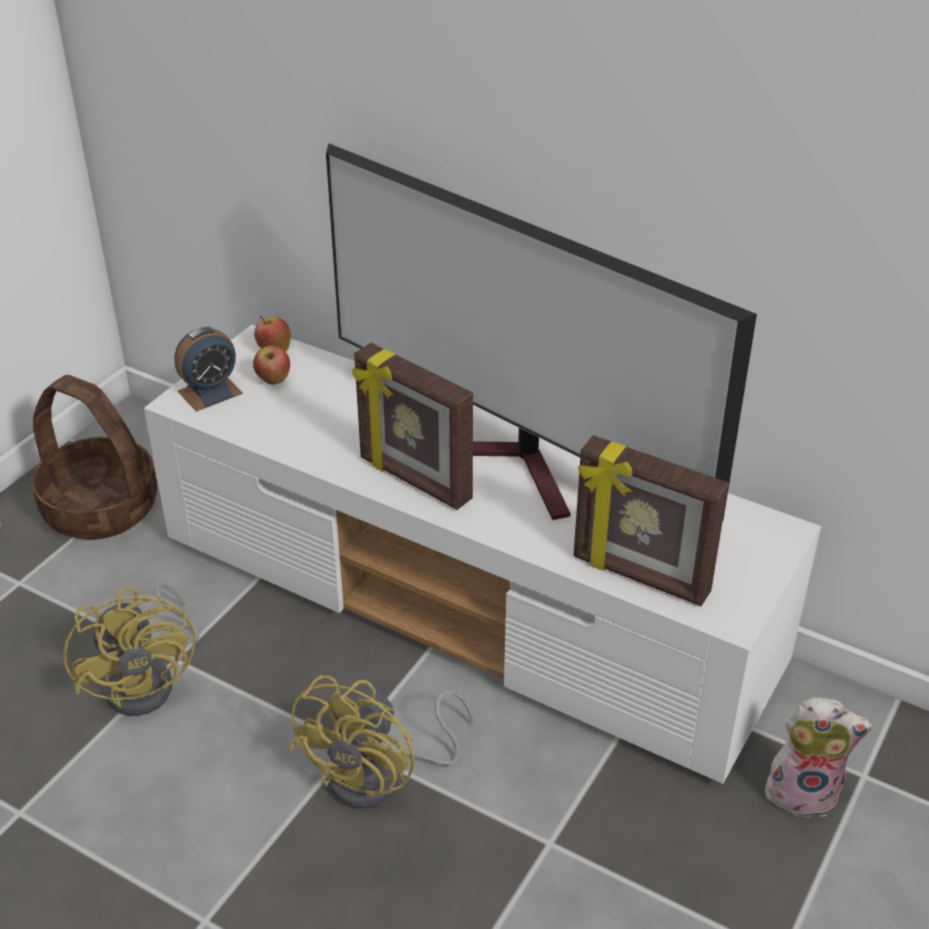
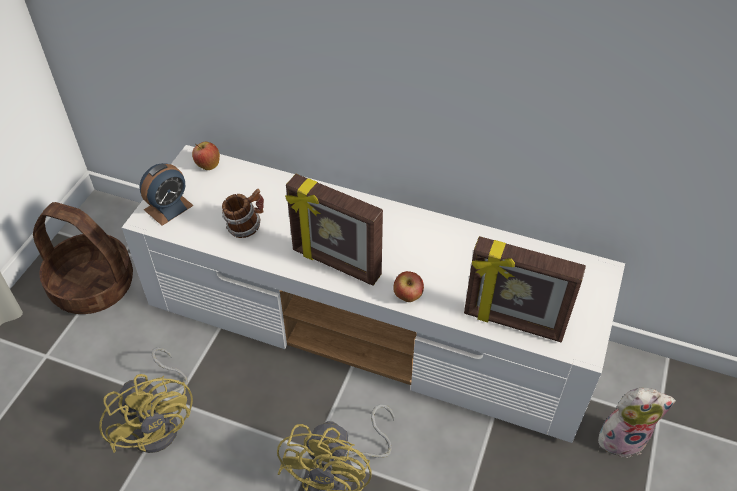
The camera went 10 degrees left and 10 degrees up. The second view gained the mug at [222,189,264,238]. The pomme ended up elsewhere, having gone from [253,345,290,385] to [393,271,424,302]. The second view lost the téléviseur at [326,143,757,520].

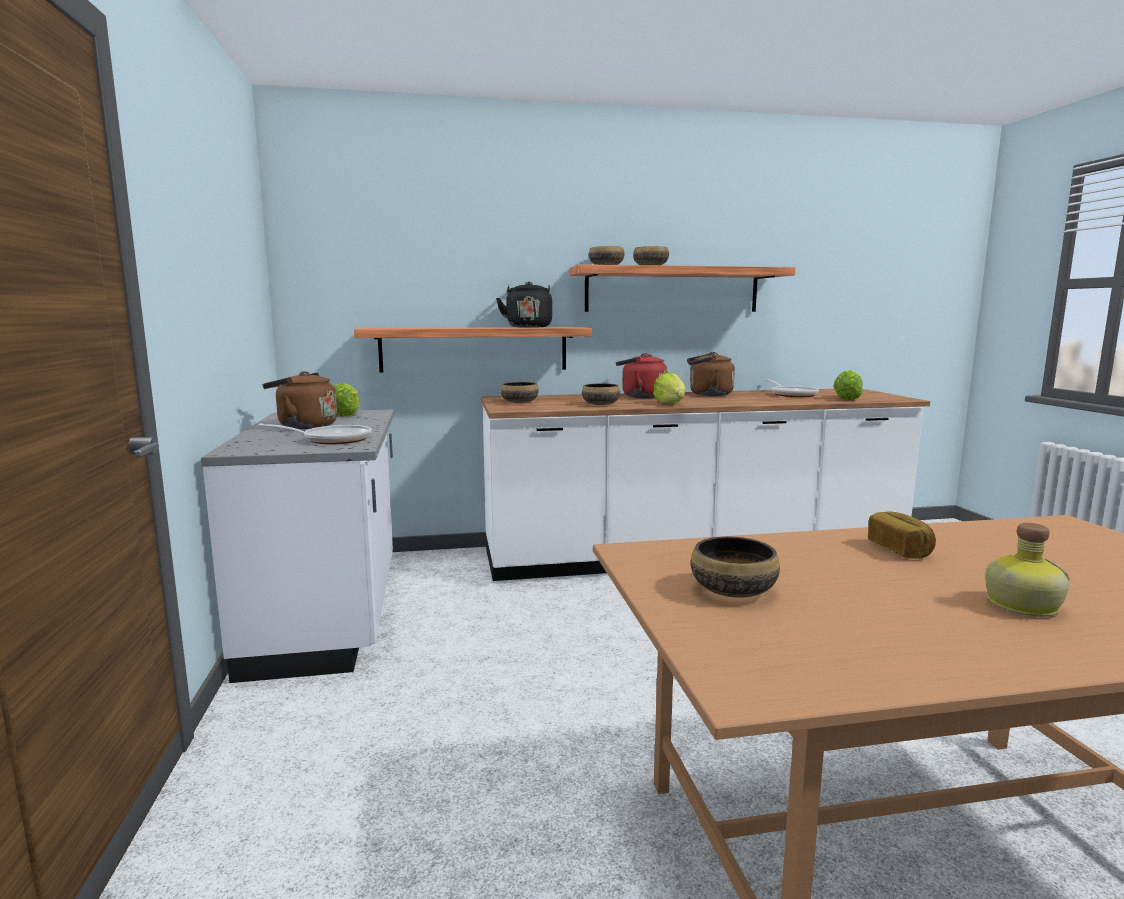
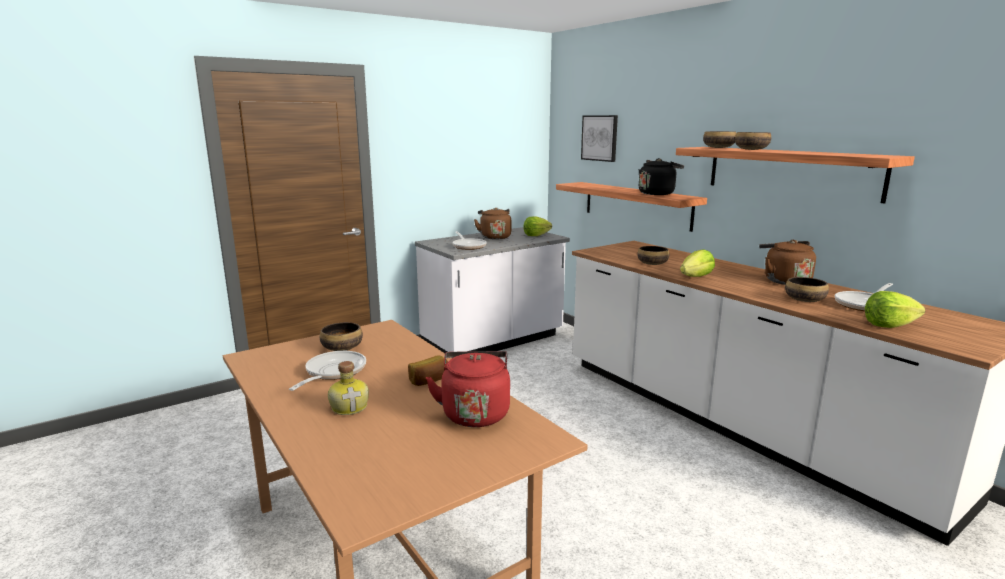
The camera went 65 degrees right and 5 degrees up. The second view gained the poêle at [289,351,366,391]. The bouilloire (rouge) ended up elsewhere, having gone from [616,353,668,398] to [426,351,510,427]. The second view gained the tableau at [581,115,618,162]. The bol ended up elsewhere, having gone from [501,382,539,403] to [785,277,829,302].

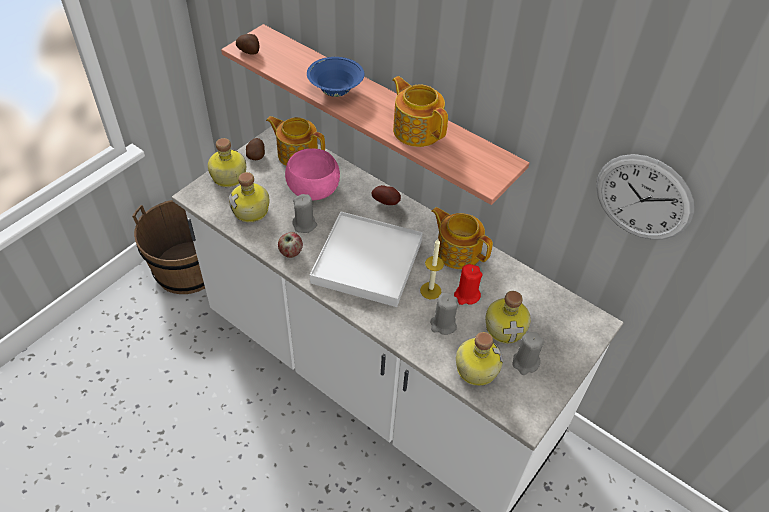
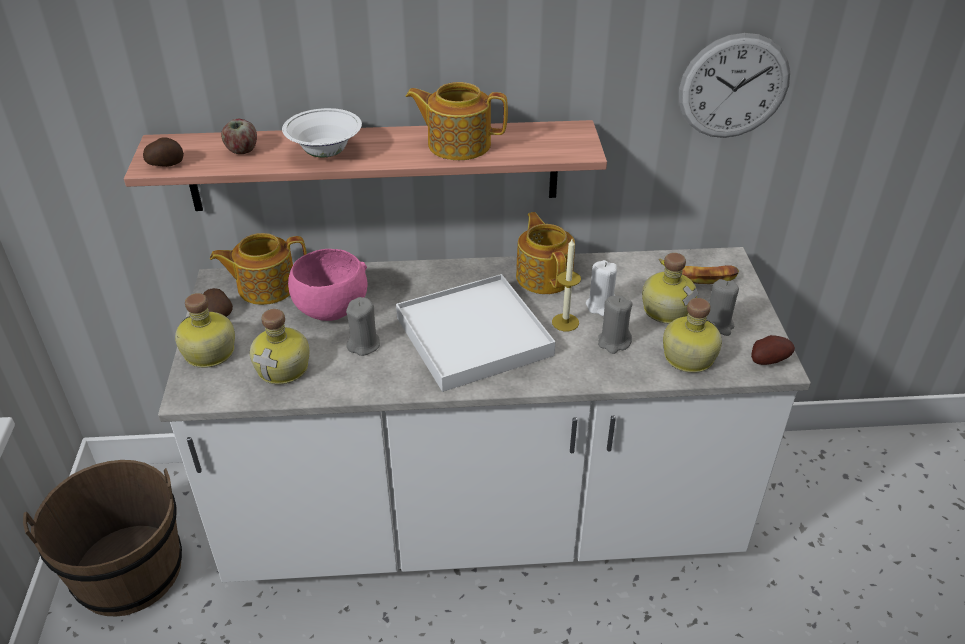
The camera went 40 degrees left and 10 degrees down. The pomme ended up elsewhere, having gone from [278,232,303,258] to [221,119,257,154]. What was the bol (bleu) at [307,57,364,97] turned into the bol (blanc) at [282,108,362,158]. The théière at [431,207,493,269] ended up facing another way, 75 degrees clockwise from before. What was the bougie (rouge) at [454,264,482,305] turned into the bougie (blanc) at [586,260,617,317]. The second view gained the banane at [659,258,739,284]. The pomme de terre ended up elsewhere, having gone from [371,185,401,205] to [751,335,795,365].

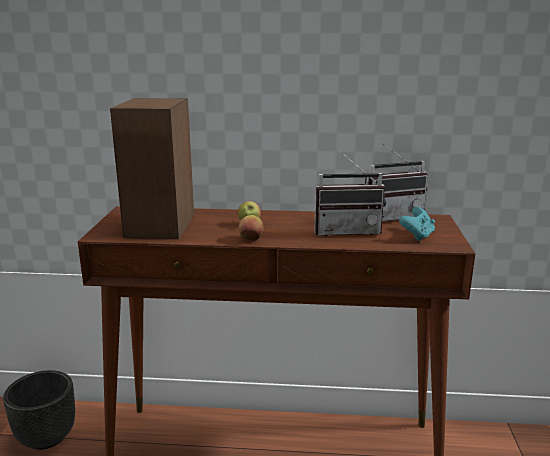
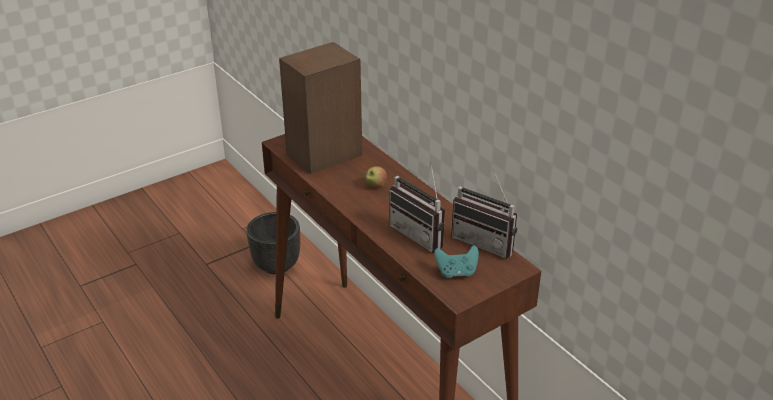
The camera went 50 degrees right and 15 degrees up. The second view lost the pomme at [238,215,263,240].

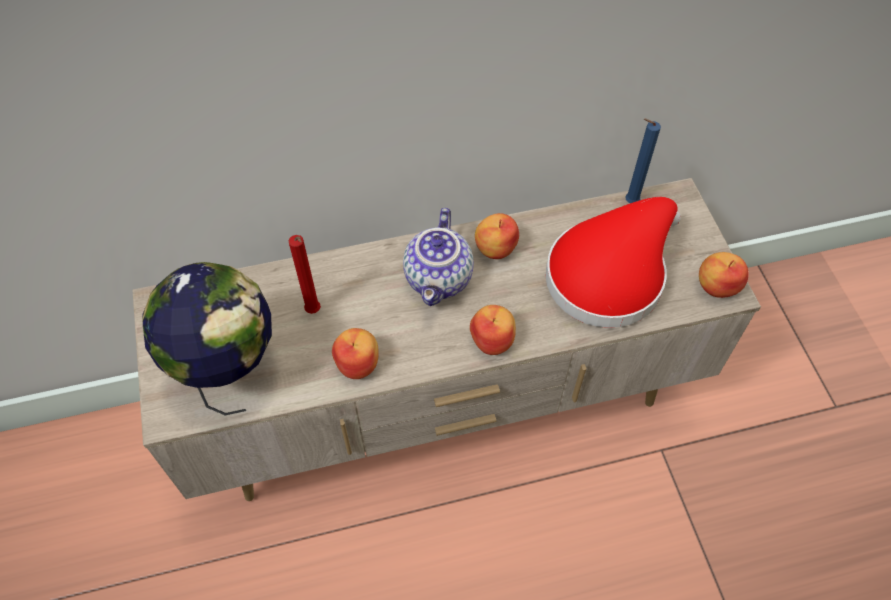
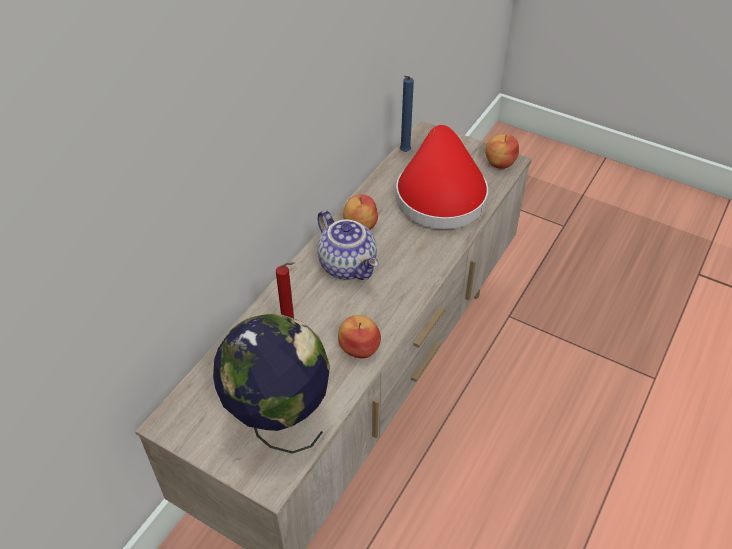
The camera went 45 degrees left and 10 degrees down. The second view lost the pomme at [470,305,516,355].

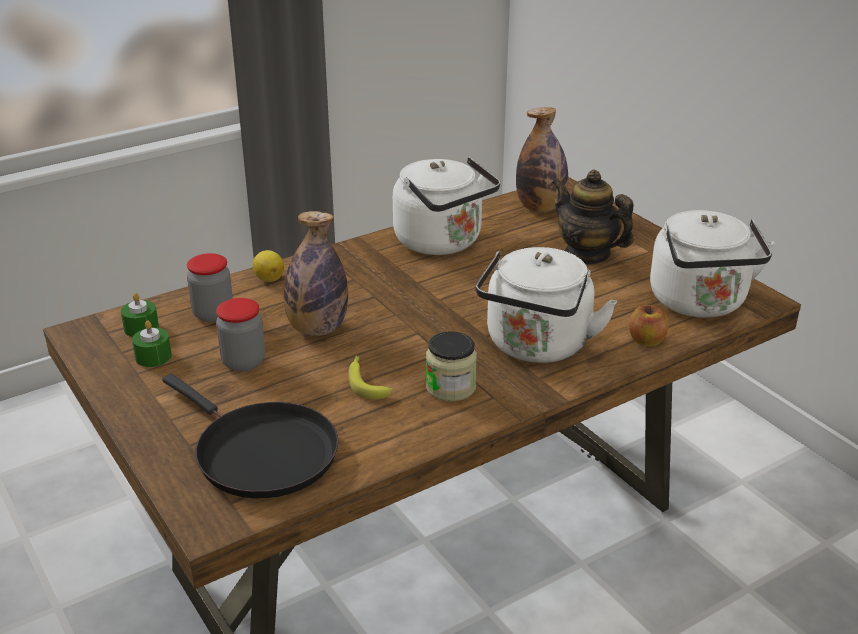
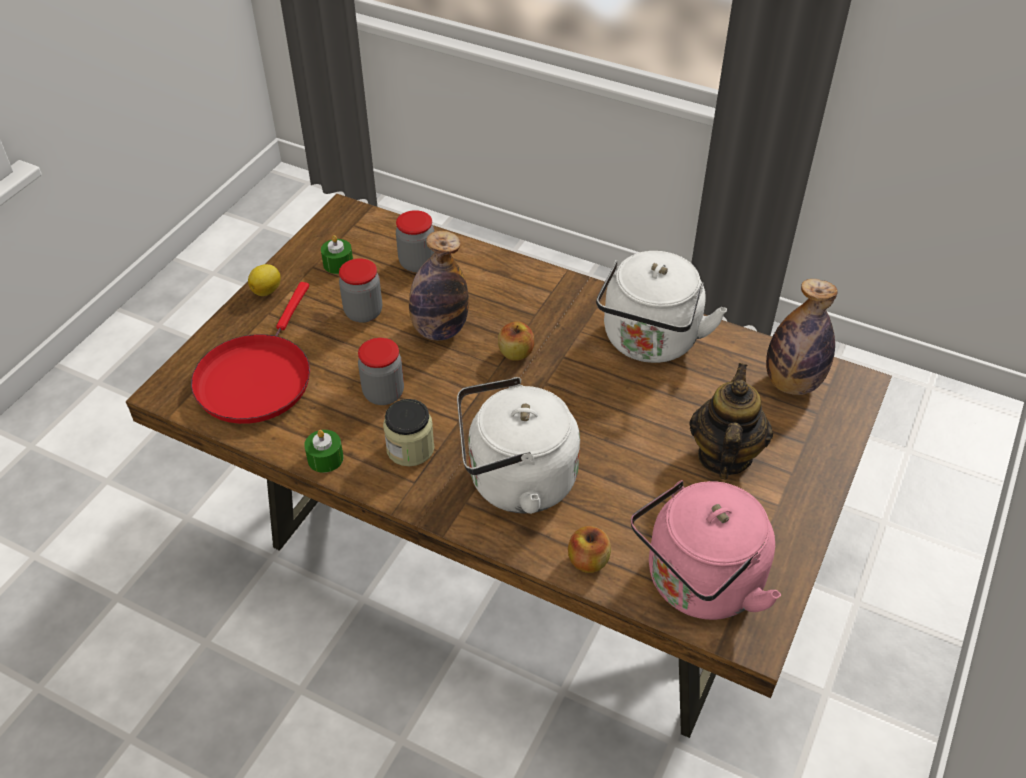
The camera went 60 degrees right and 15 degrees up. What was the poêle (noir) at [162,374,338,498] turned into the poêle (rouge) at [191,282,310,424]. The citron ended up elsewhere, having gone from [253,250,284,282] to [248,264,281,296]. The bougie (vert) ended up elsewhere, having gone from [121,293,159,337] to [304,430,344,473]. Where the banane stood at [348,355,393,399], the bocal came to stand at [358,338,404,405]. The second view gained the pomme at [498,321,534,361]. What was the bouilloire (blanc) at [650,210,775,318] turned into the bouilloire (rose) at [631,480,781,620].

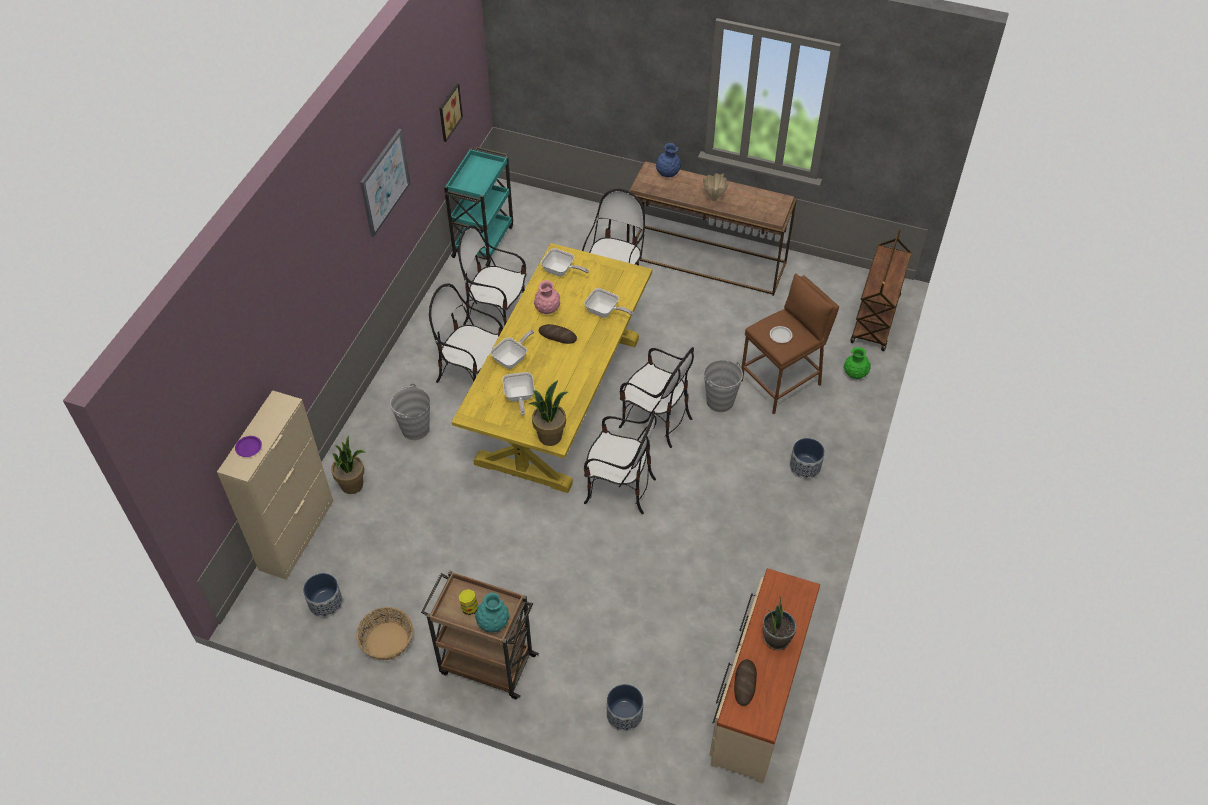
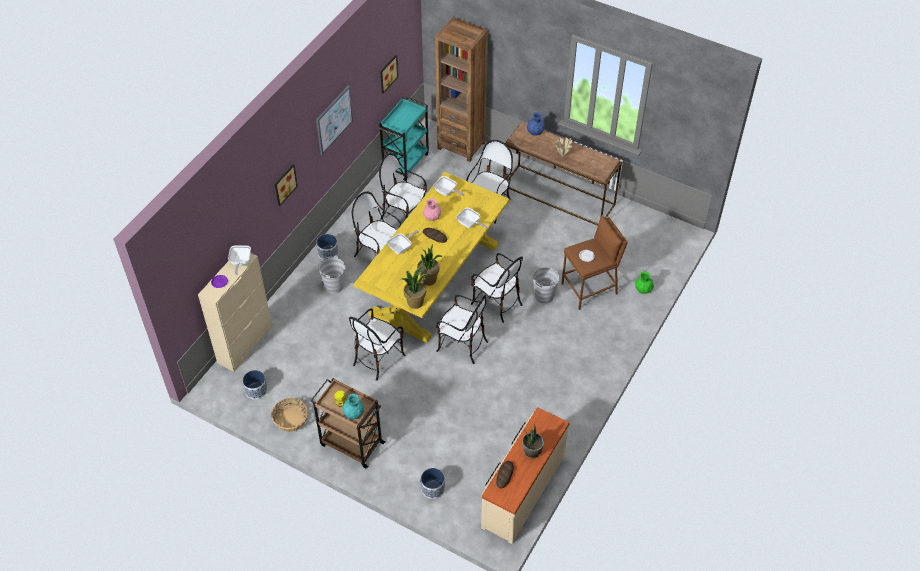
The camera went 10 degrees right and 0 degrees up. The poêle ended up elsewhere, having gone from [502,372,535,415] to [228,245,251,275]. The second view gained the tableau at [275,165,298,206]. The cache-pot ended up elsewhere, having gone from [790,438,825,479] to [316,234,338,260]. The second view gained the chaise at [349,308,406,381]. The plante en pot ended up elsewhere, having gone from [331,435,365,494] to [417,244,442,286]. The second view gained the bibliothèque (marron) at [435,17,488,162]. The second view lost the chariot (marron) at [851,229,912,351].

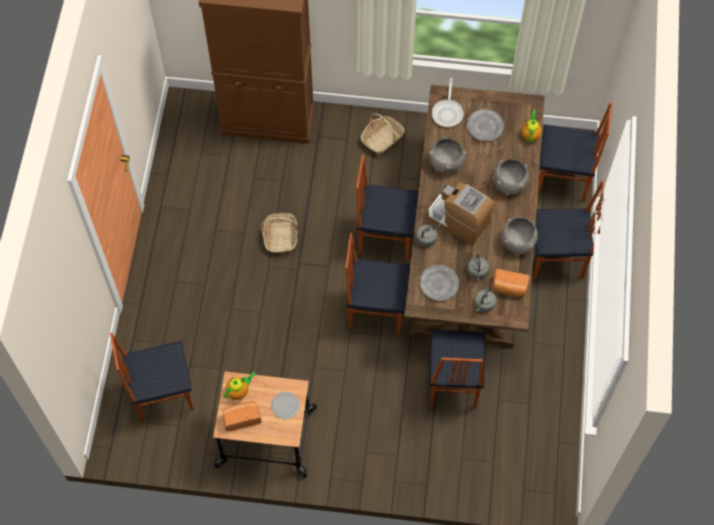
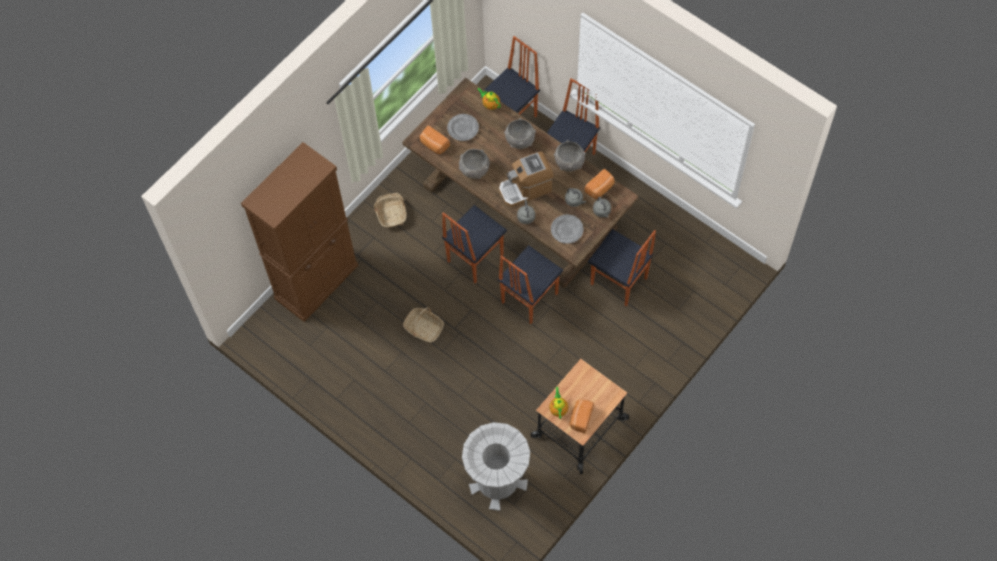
The camera went 55 degrees left and 0 degrees up. Where the poêle stood at [432,78,463,127], the pain came to stand at [420,125,450,154]. Where the chaise stood at [110,332,193,422], the poubelle (gris) came to stand at [462,422,530,511]. The second view lost the assiette at [271,392,300,419].

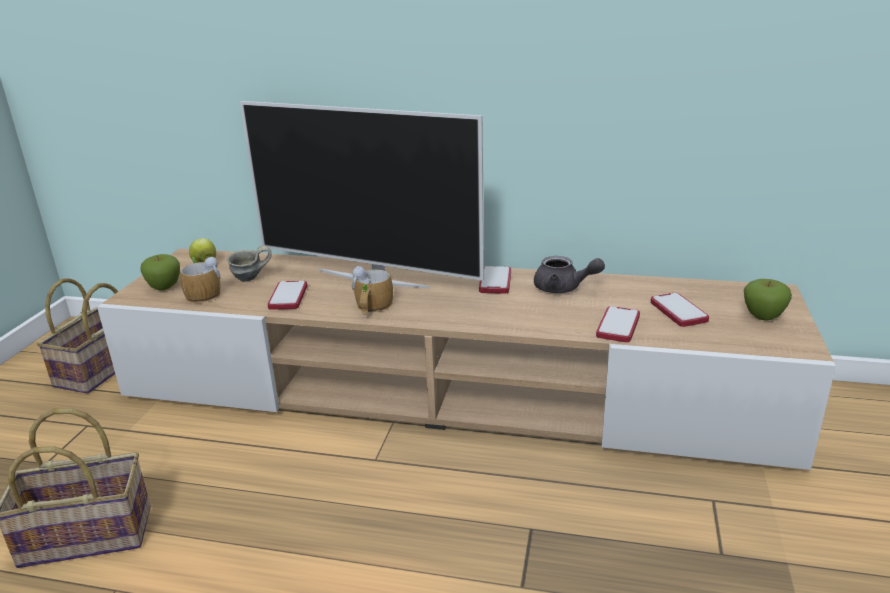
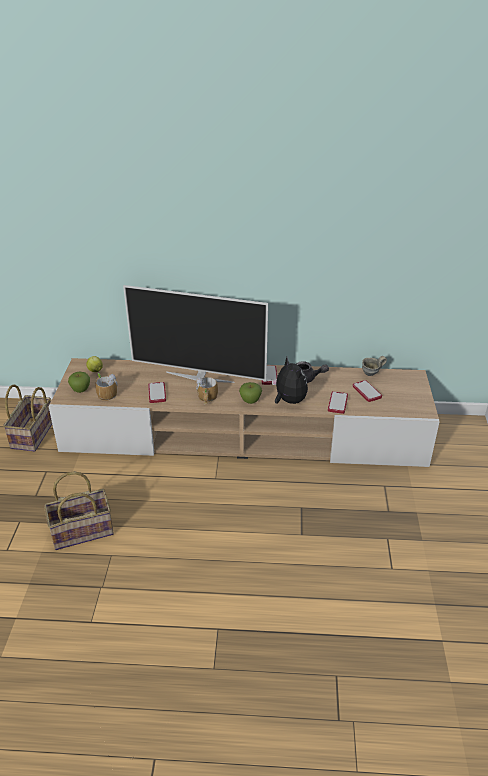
The camera went 10 degrees left and 10 degrees up. The pomme ended up elsewhere, having gone from [744,279,792,321] to [239,382,262,404]. The second view gained the peluche at [272,357,308,404]. The mug (gris) ended up elsewhere, having gone from [227,246,272,282] to [362,356,387,376].

